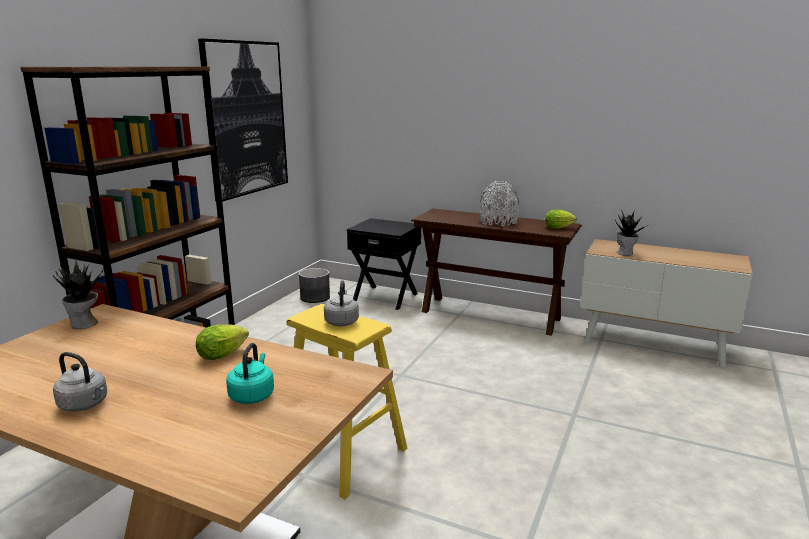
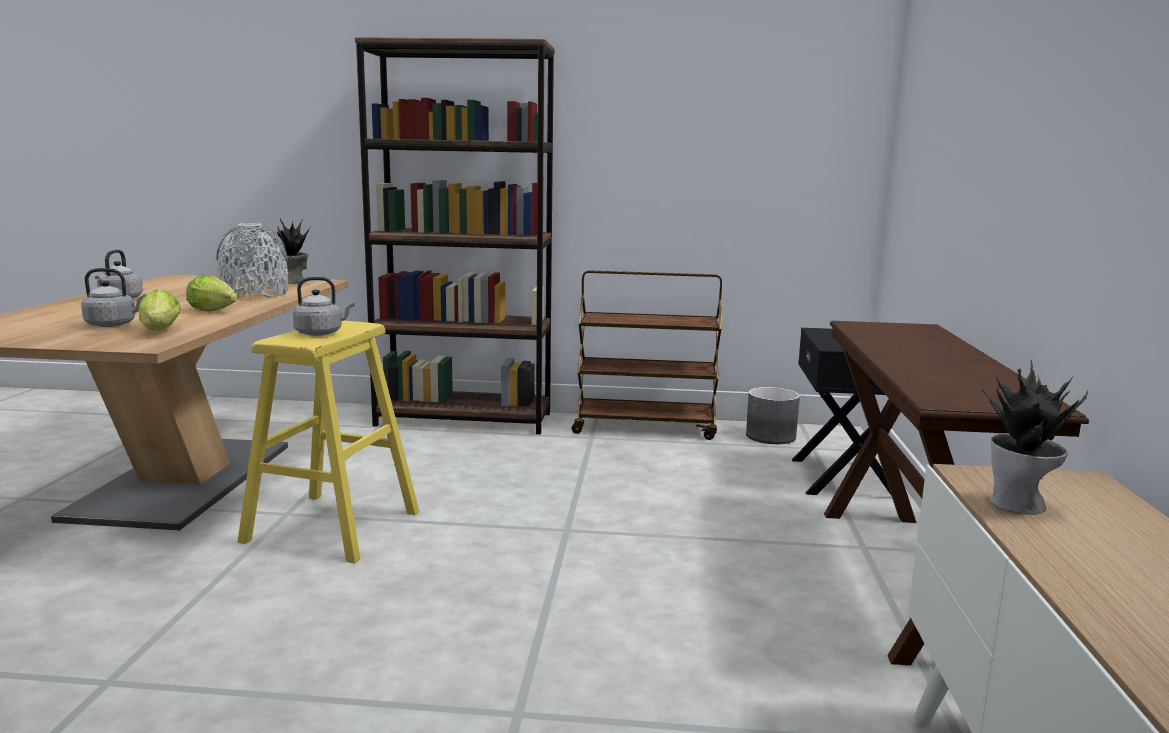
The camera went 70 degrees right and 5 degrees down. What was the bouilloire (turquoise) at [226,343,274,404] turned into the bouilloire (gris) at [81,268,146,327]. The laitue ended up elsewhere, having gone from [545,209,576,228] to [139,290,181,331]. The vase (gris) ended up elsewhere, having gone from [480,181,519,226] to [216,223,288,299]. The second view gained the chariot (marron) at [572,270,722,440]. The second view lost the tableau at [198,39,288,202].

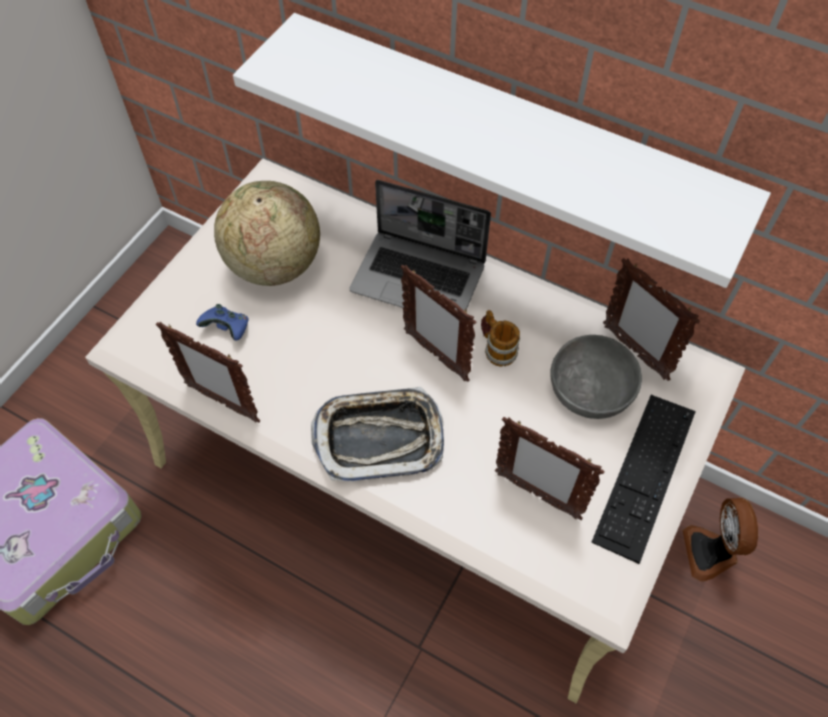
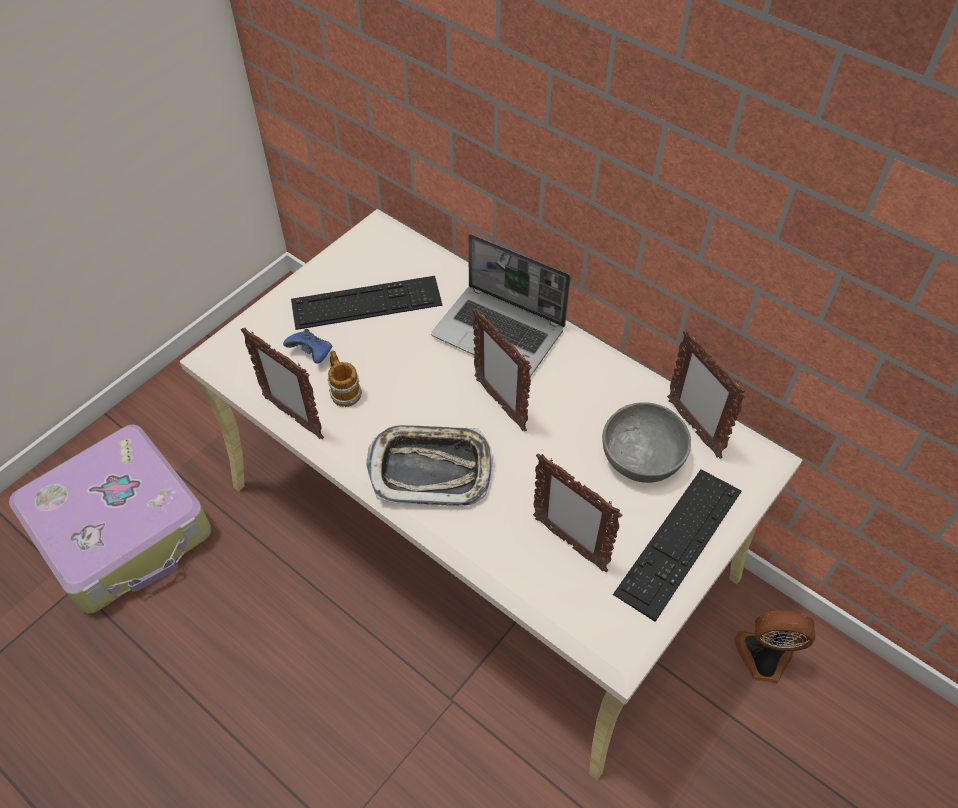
The camera went 10 degrees right and 5 degrees down. Where the globe stood at [214,181,320,286], the clavier came to stand at [291,276,443,330]. The mug ended up elsewhere, having gone from [481,310,520,367] to [328,351,362,407]. The ventilateur at [683,498,758,582] ended up facing another way, 90 degrees clockwise from before. The second view lost the étagère (blanc) at [233,13,771,288].

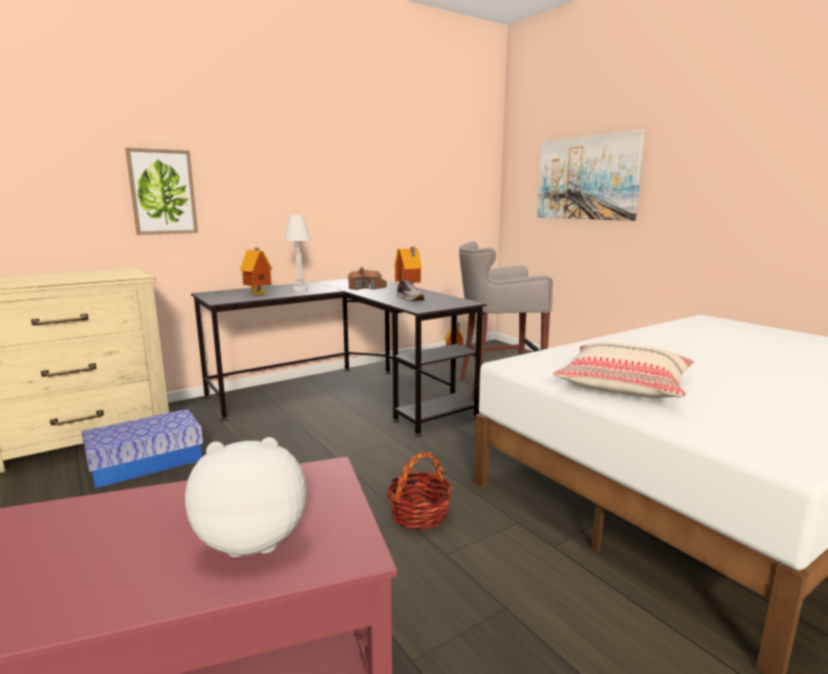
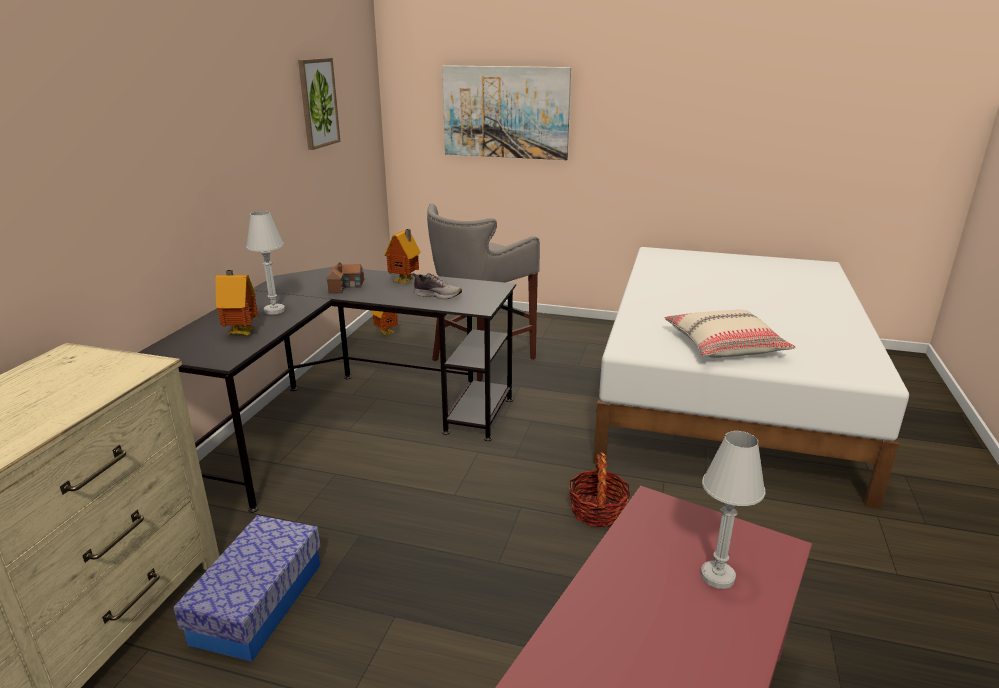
The camera went 40 degrees left and 10 degrees up. The tableau ended up elsewhere, having gone from [126,148,198,235] to [298,58,340,150]. Where the peluche stood at [185,437,307,557], the lampe de table (blanc) came to stand at [701,431,765,589].

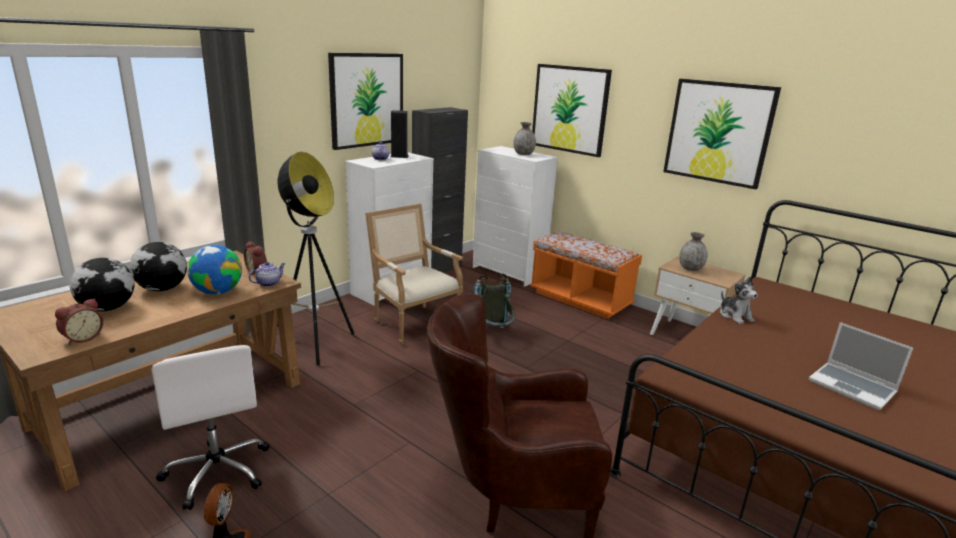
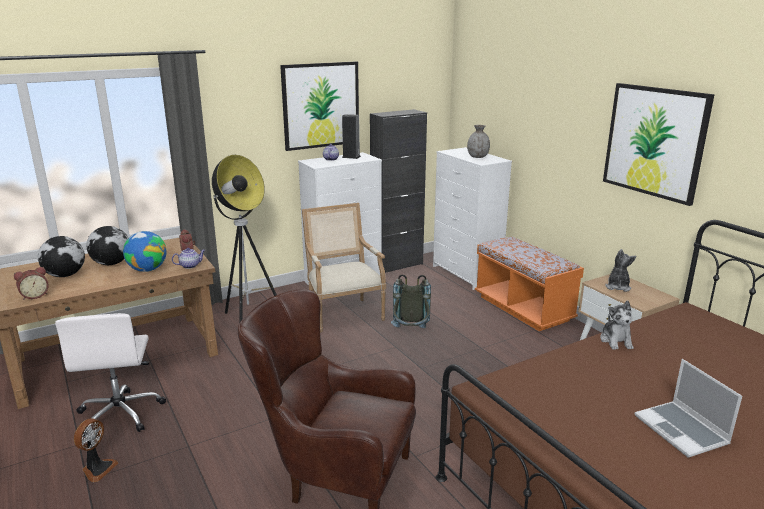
The camera went 20 degrees right and 0 degrees up. Where the vase (gris) stood at [679,232,708,271], the peluche came to stand at [605,249,636,292]. The second view lost the tableau at [532,64,612,157].

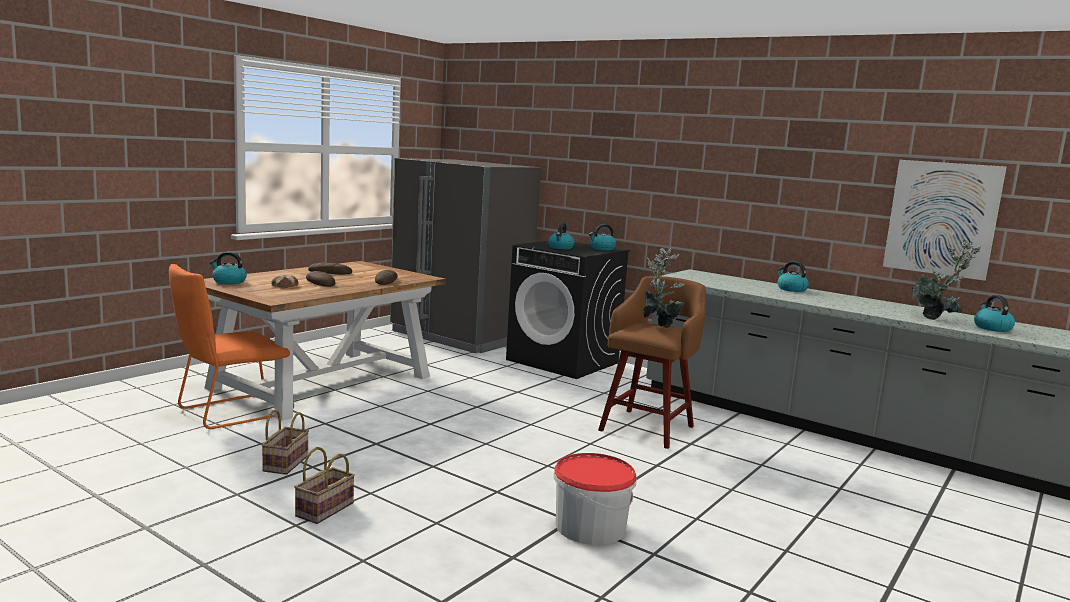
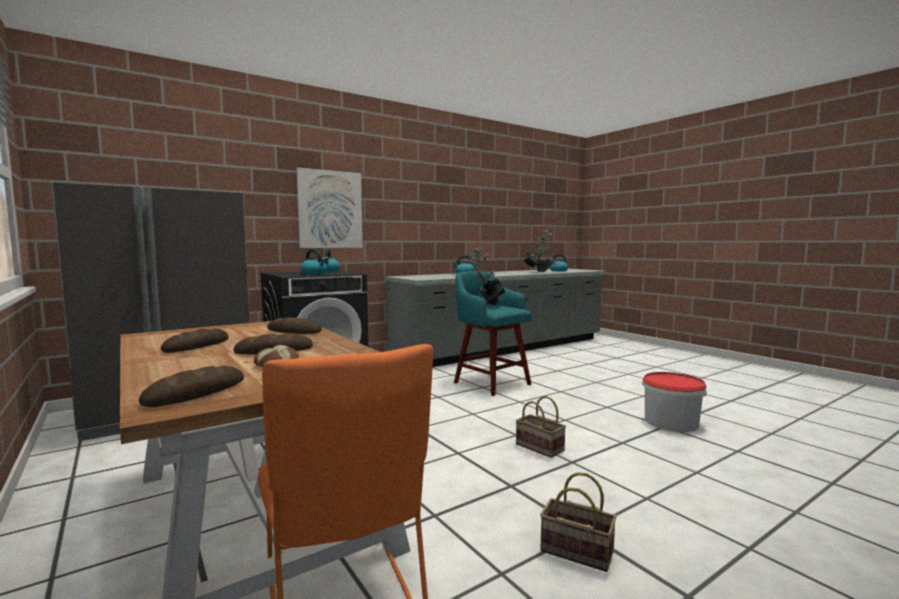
The camera went 70 degrees left and 5 degrees down. Where the bouilloire stood at [210,252,247,284], the pain came to stand at [138,366,244,407]. The tableau ended up elsewhere, having gone from [883,160,1006,281] to [296,167,363,248]. What was the tabouret (marron) at [598,276,706,449] turned into the tabouret (turquoise) at [454,271,532,396]. The panier ended up elsewhere, having gone from [294,447,355,524] to [516,396,566,458].

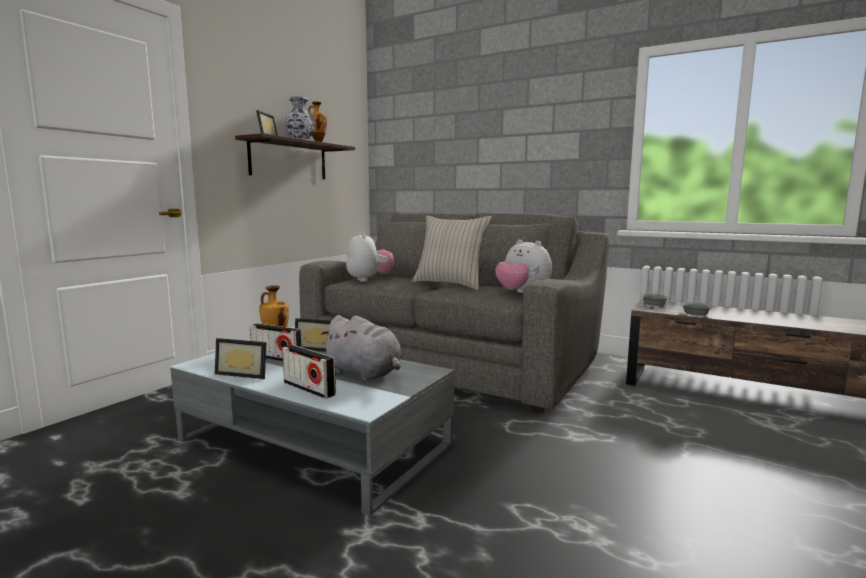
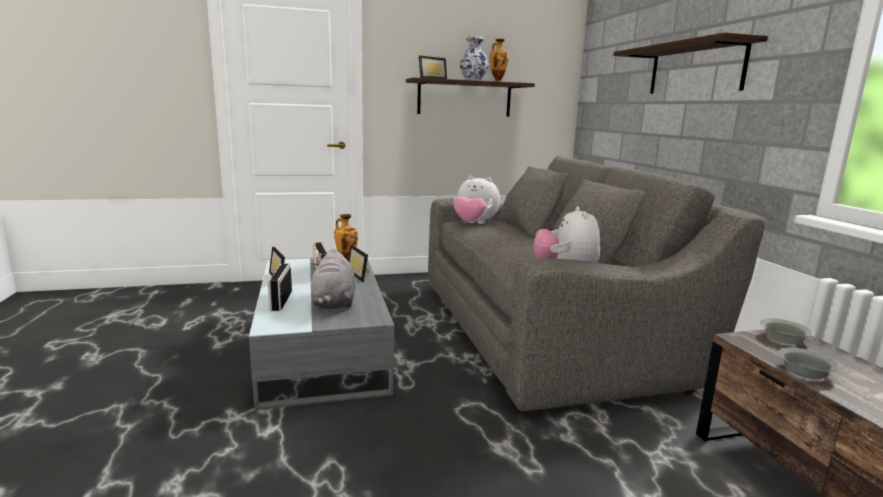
The camera went 45 degrees right and 5 degrees up. The peluche at [346,232,394,282] ended up facing another way, 90 degrees clockwise from before. The second view gained the étagère at [613,32,768,94]. The second view lost the coussin (beige) at [412,216,492,290].

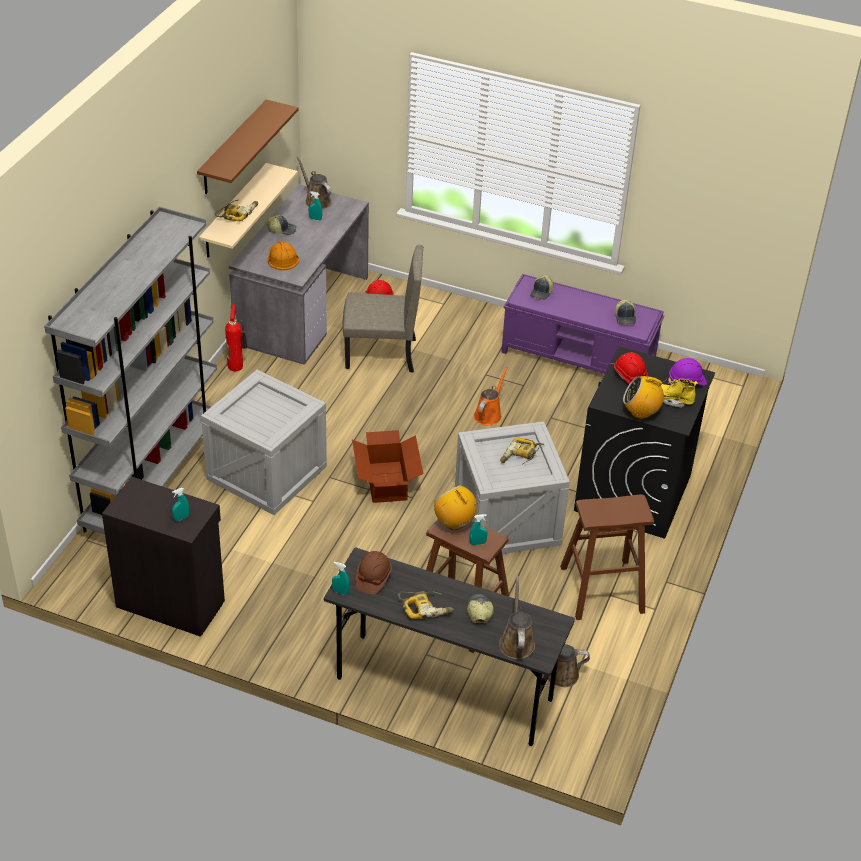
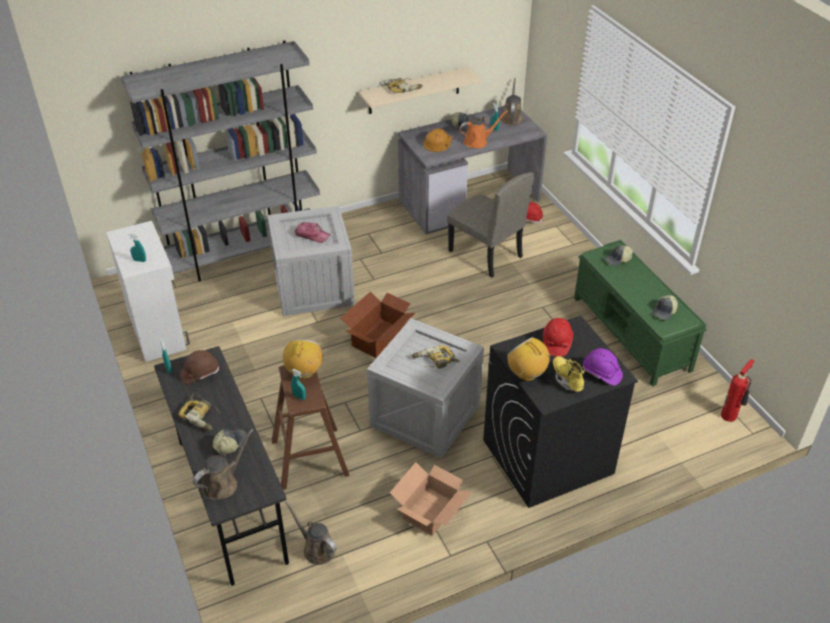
The camera went 45 degrees right and 0 degrees up. What was the meuble de rangement (noir) at [102,477,225,637] turned into the meuble de rangement (blanc) at [106,221,190,362]. The second view gained the casquette at [295,222,331,243]. Where the tabouret (marron) stood at [560,494,654,620], the carton came to stand at [390,462,472,536]. The arrosoir (orange) ended up elsewhere, having gone from [474,367,508,426] to [459,110,508,149]. What was the banc (violet) at [501,274,664,374] turned into the banc (vert) at [574,240,707,387]. The extincteur ended up elsewhere, having gone from [225,304,247,371] to [721,359,754,422]. The second view lost the étagère (marron) at [197,99,298,194].

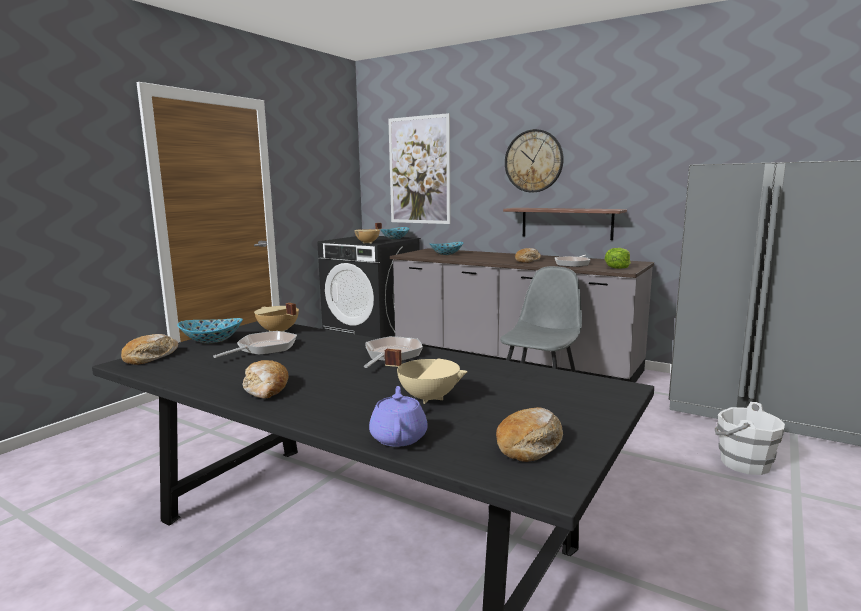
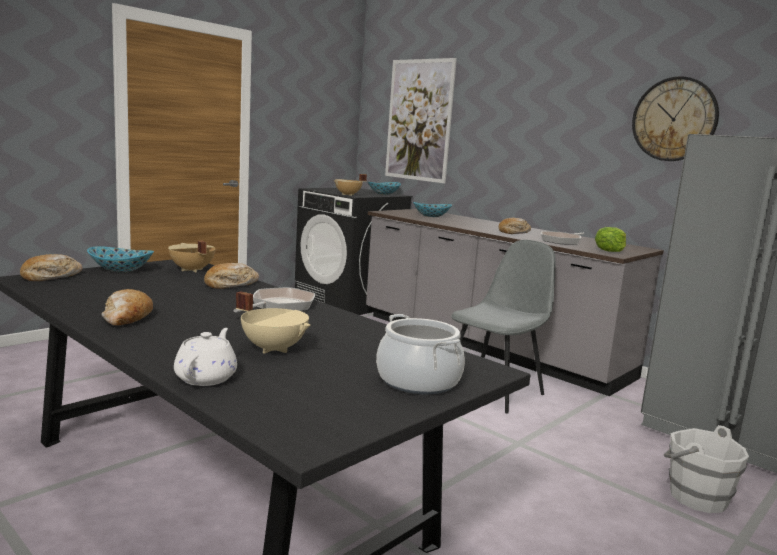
The camera went 10 degrees right and 0 degrees up. What was the théière (violet) at [369,386,428,447] turned into the théière (blanc) at [174,328,237,386]. The pain ended up elsewhere, having gone from [496,407,563,462] to [204,263,259,289]. The second view gained the marmite at [376,314,465,394]. The horloge murale ended up elsewhere, having gone from [505,129,564,192] to [632,76,719,161]. The second view lost the poêle at [213,331,297,358]. The second view lost the étagère at [503,208,627,240].

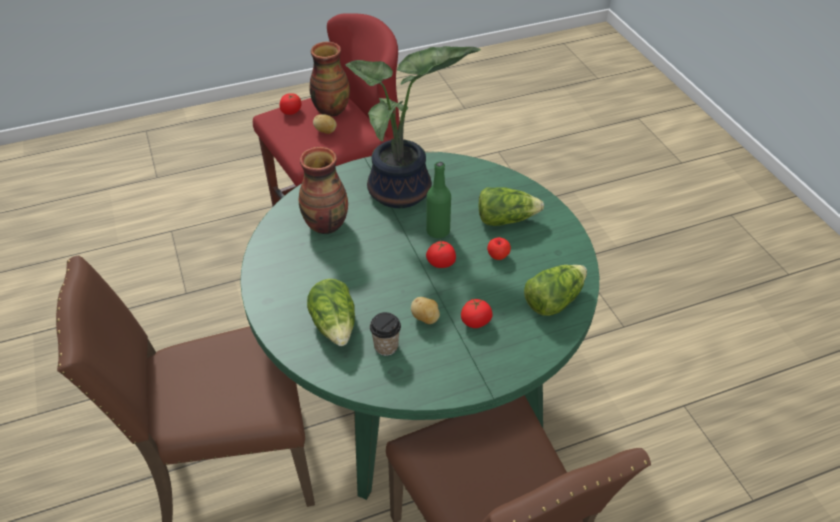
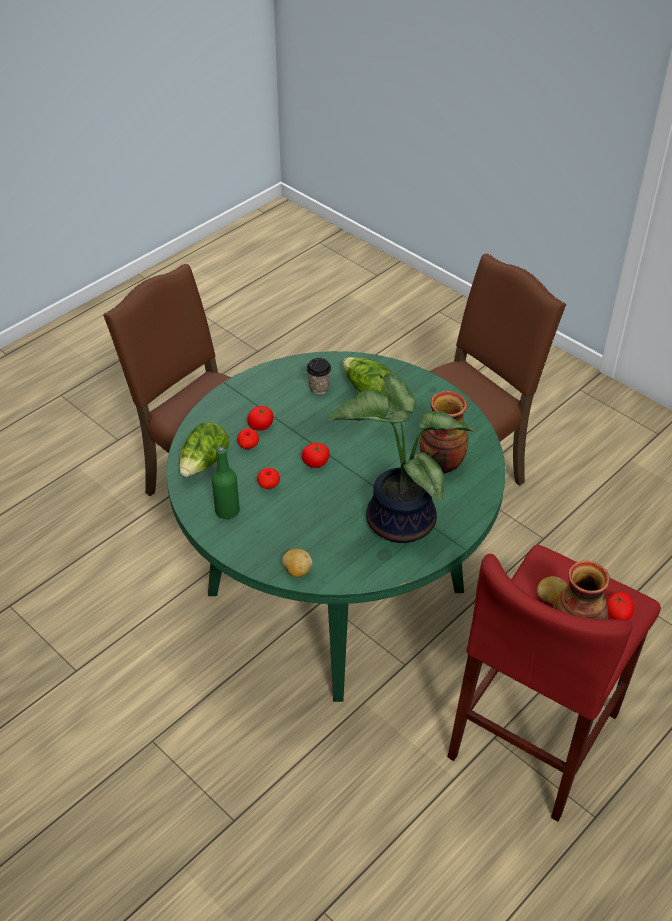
The camera went 155 degrees right and 0 degrees up. The bouteille (vert) ended up elsewhere, having gone from [426,162,451,238] to [212,446,240,519]. The second view gained the pomme at [237,429,259,449]. The pomme de terre ended up elsewhere, having gone from [411,297,440,324] to [282,548,312,577]. The second view lost the laitue at [479,187,544,226].

